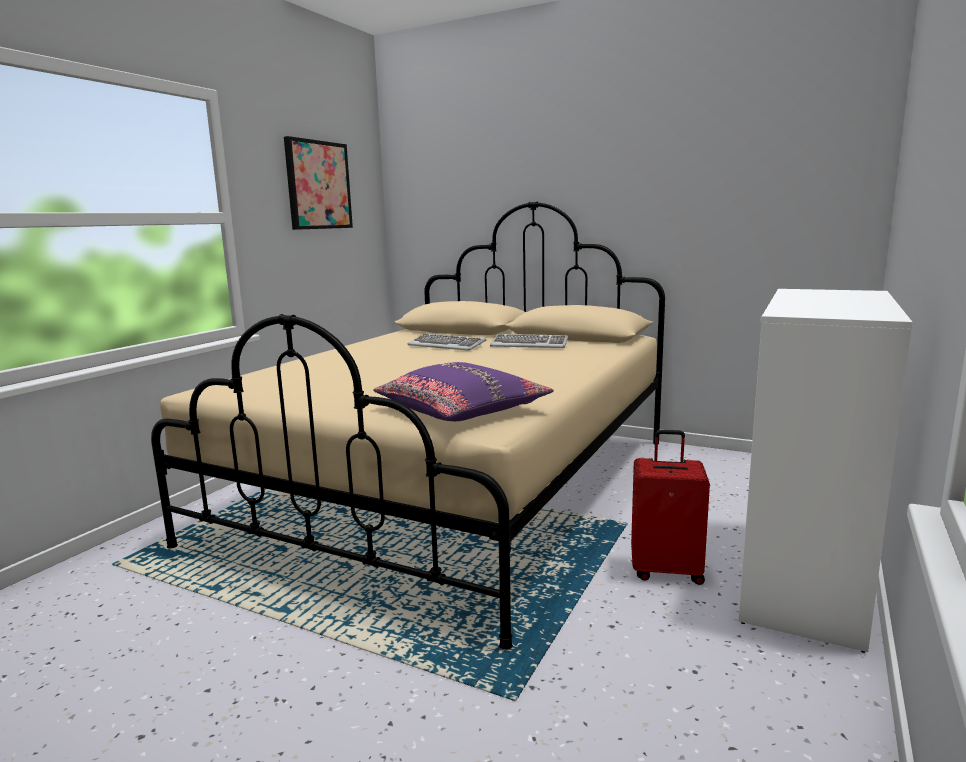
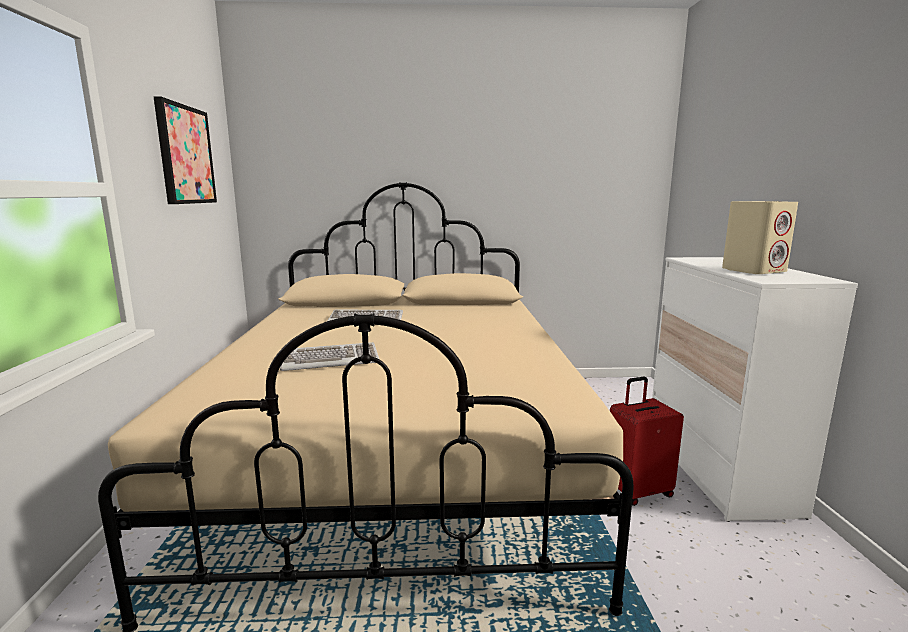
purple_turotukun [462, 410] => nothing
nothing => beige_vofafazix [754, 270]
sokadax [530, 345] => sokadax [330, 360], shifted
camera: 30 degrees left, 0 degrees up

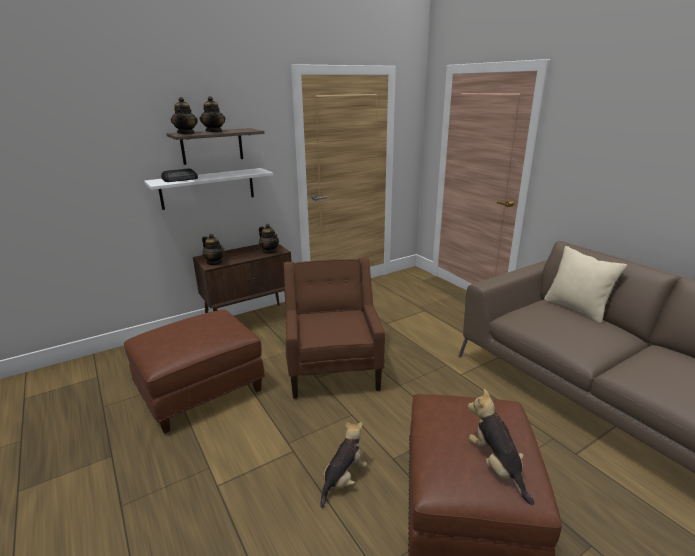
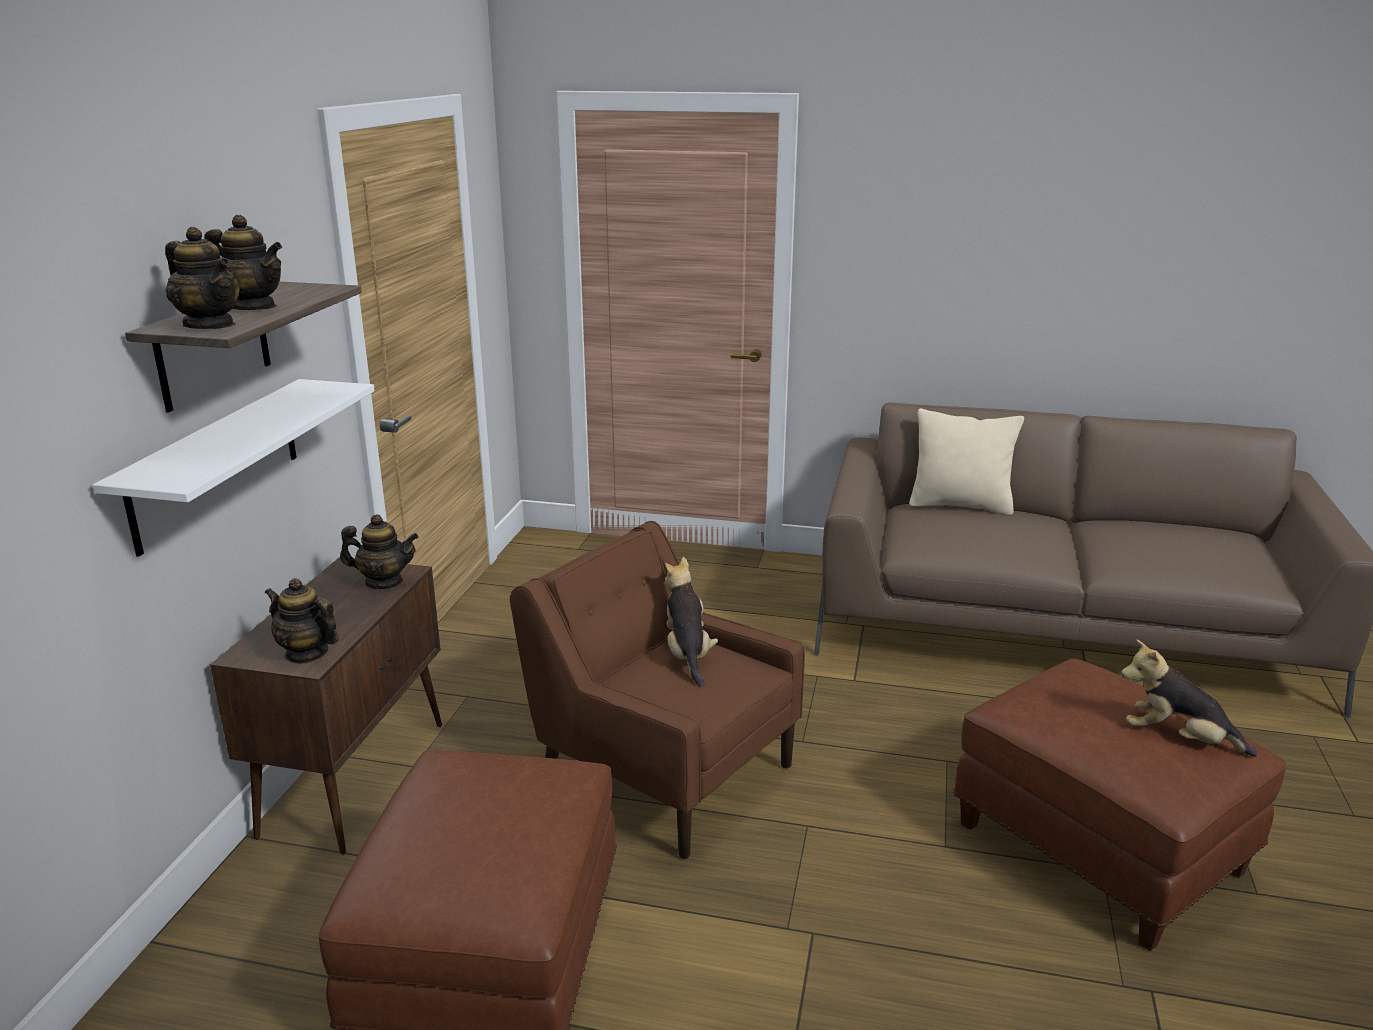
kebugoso [181, 179] => nothing
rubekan [343, 479] => rubekan [687, 654], shifted
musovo [215, 262] => musovo [306, 653], 150 degrees counterclockwise
camera: 45 degrees left, 0 degrees up

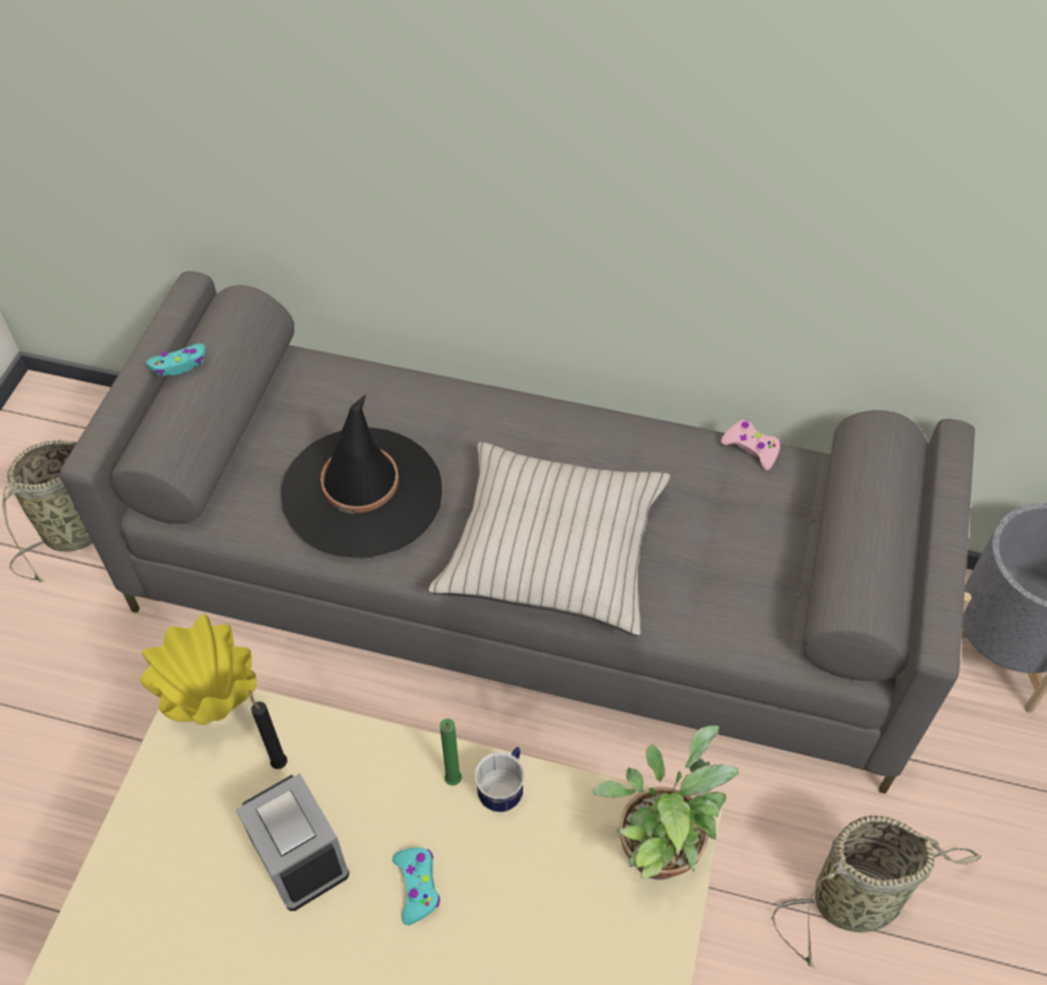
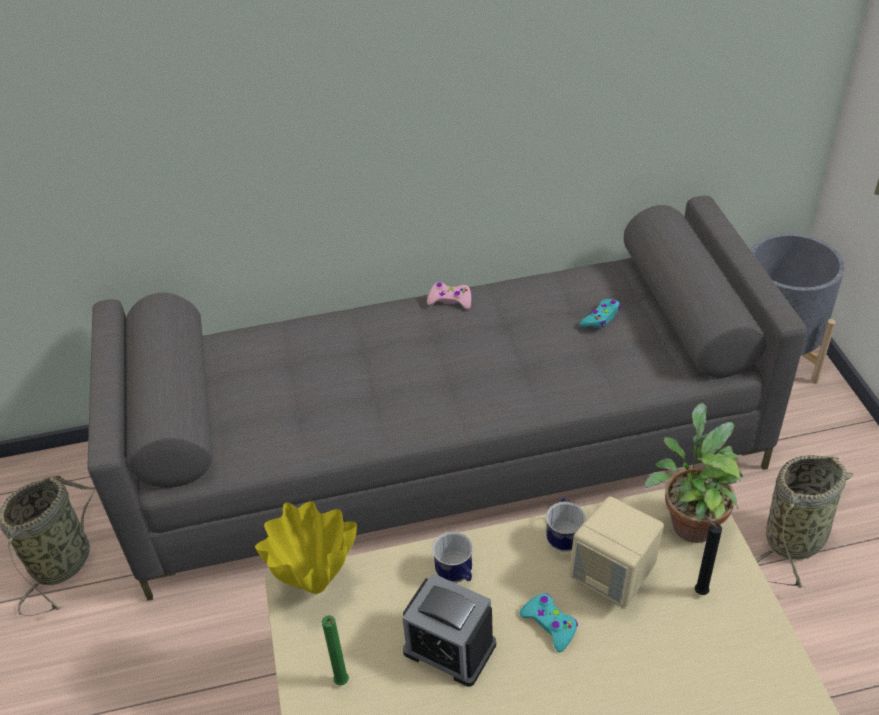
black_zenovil [363, 492] => nothing
beige_turotukun [553, 549] => nothing
nothing => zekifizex [457, 576]
nothing => beige_vofafazix [613, 578]
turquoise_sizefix [179, 365] => turquoise_sizefix [601, 318], shifted
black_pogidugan [278, 761] => black_pogidugan [698, 591], shifted
green_pogidugan [453, 783] => green_pogidugan [342, 684], shifted
pink_sizefix [751, 448] => pink_sizefix [450, 300], shifted
camera: 25 degrees left, 10 degrees down

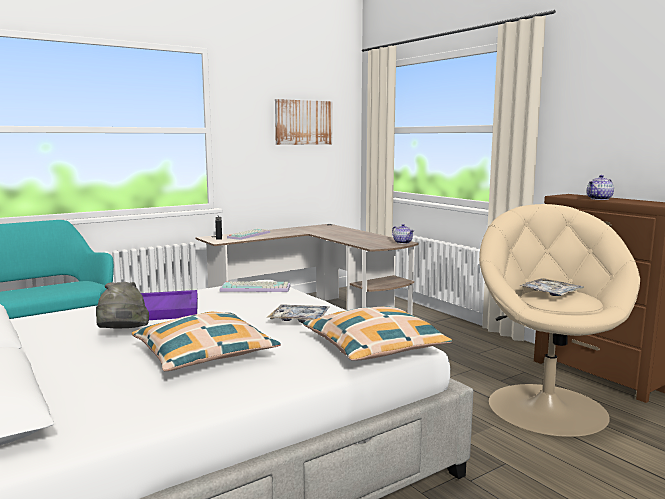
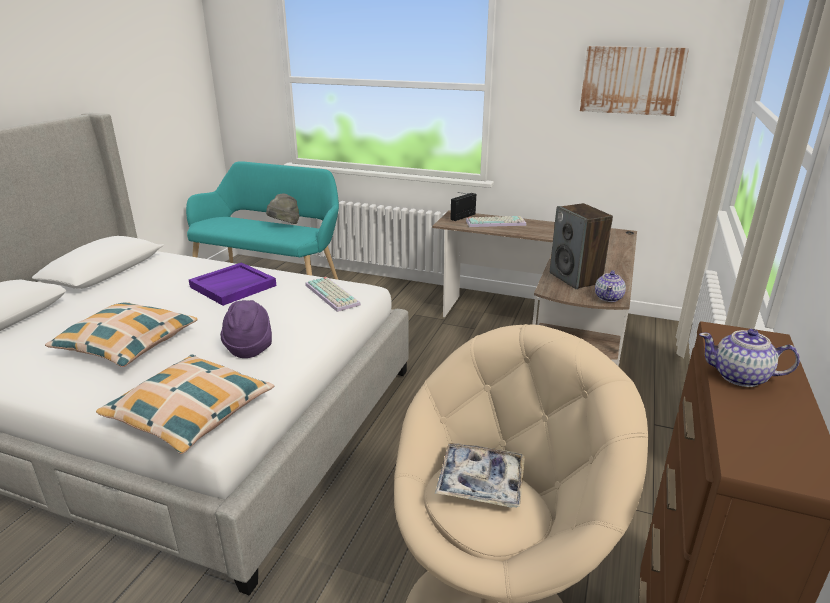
nothing => vofafazix [576, 278]
grey_zenovil [122, 334] => grey_zenovil [284, 225], shifted
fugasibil [299, 319] => purple_zenovil [249, 348]
camera: 55 degrees right, 15 degrees up

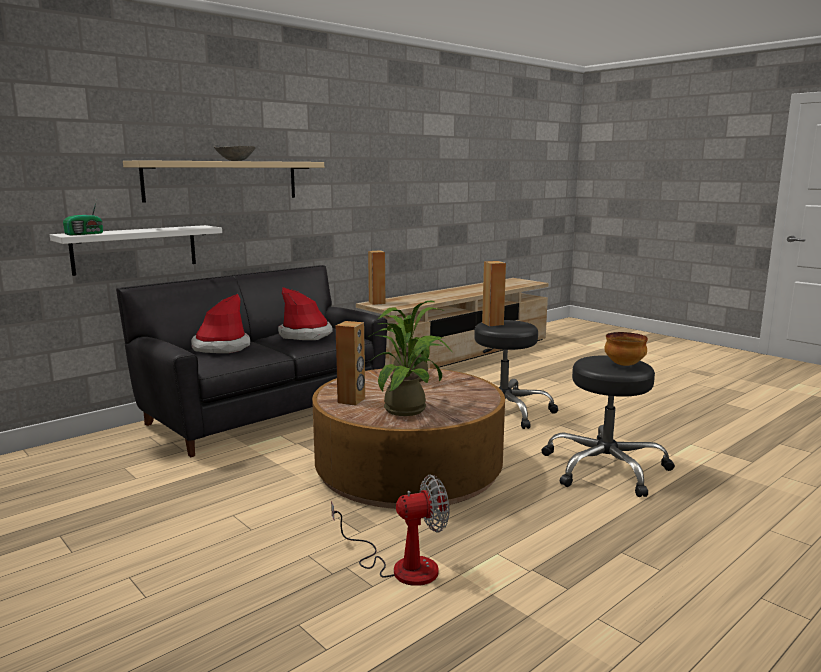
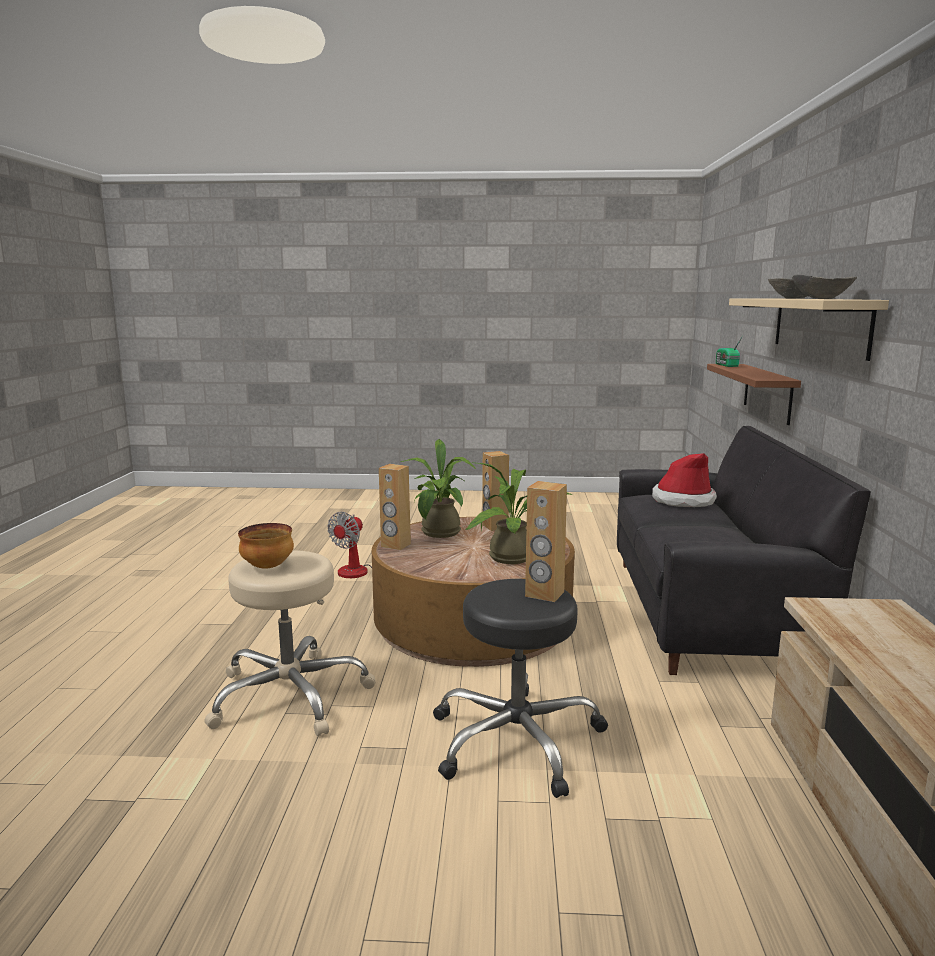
zenovil [305, 335] => nothing
nothing => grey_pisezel [820, 299]
brown_vofafazix [377, 302] => brown_vofafazix [395, 545], shifted
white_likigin [135, 249] => brown_likigin [767, 392]
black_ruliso [604, 468] => beige_ruliso [290, 695]
camera: 135 degrees right, 0 degrees up

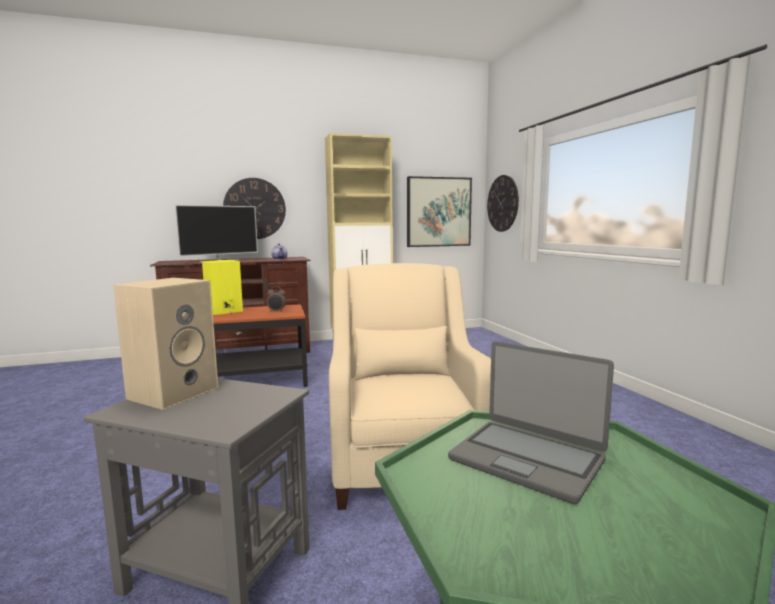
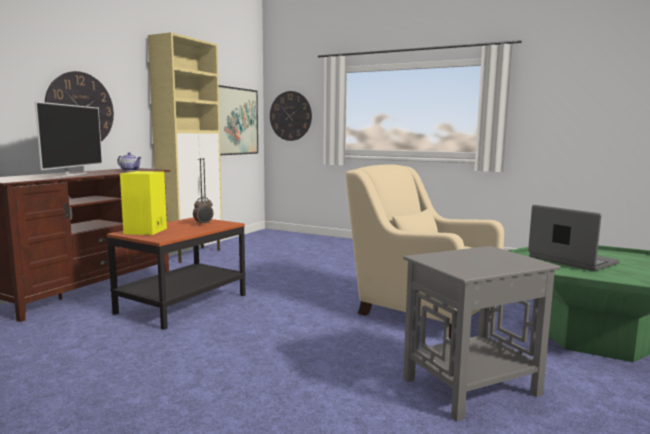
beige_vofafazix [174, 392] => nothing
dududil [527, 459] => dududil [571, 260], 120 degrees counterclockwise
camera: 45 degrees left, 0 degrees up

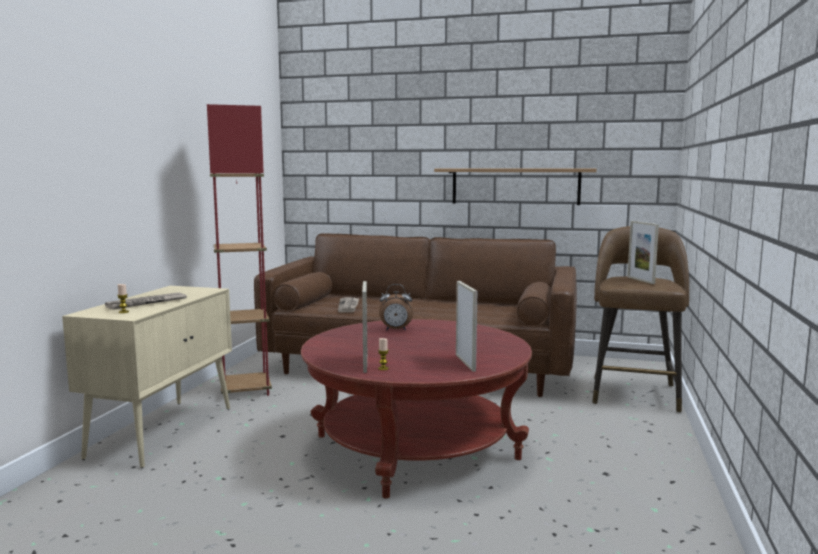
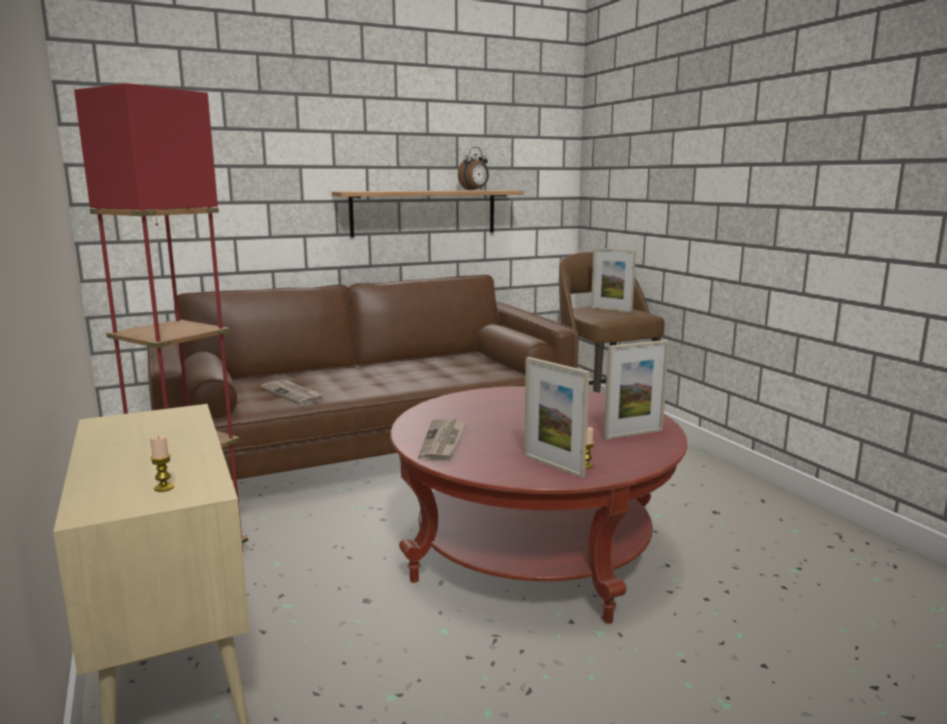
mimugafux [146, 303] => mimugafux [443, 442], shifted
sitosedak [396, 330] => sitosedak [474, 190], shifted
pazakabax [465, 362] => pazakabax [633, 434], 120 degrees clockwise
camera: 40 degrees left, 5 degrees up

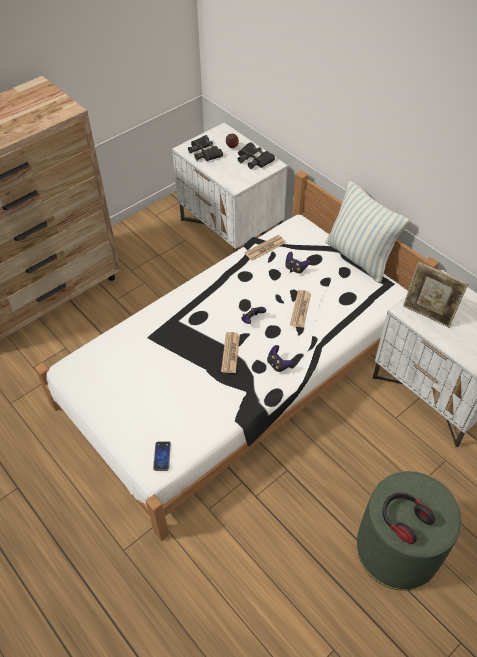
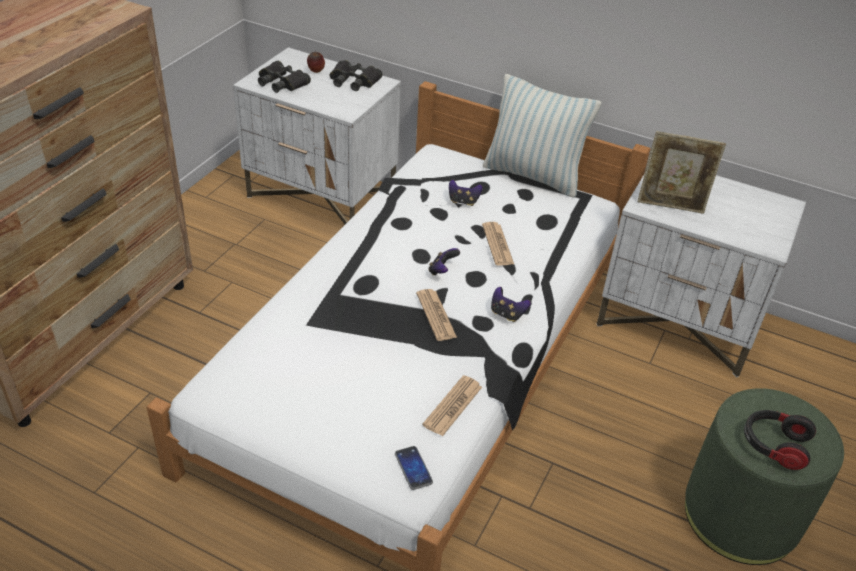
mimugafux [265, 248] => mimugafux [452, 406], shifted
camera: 25 degrees left, 10 degrees down

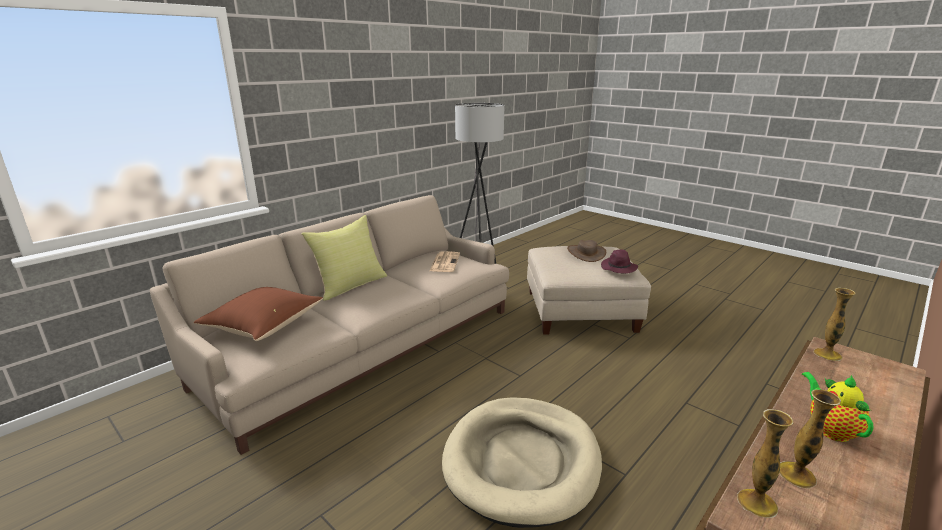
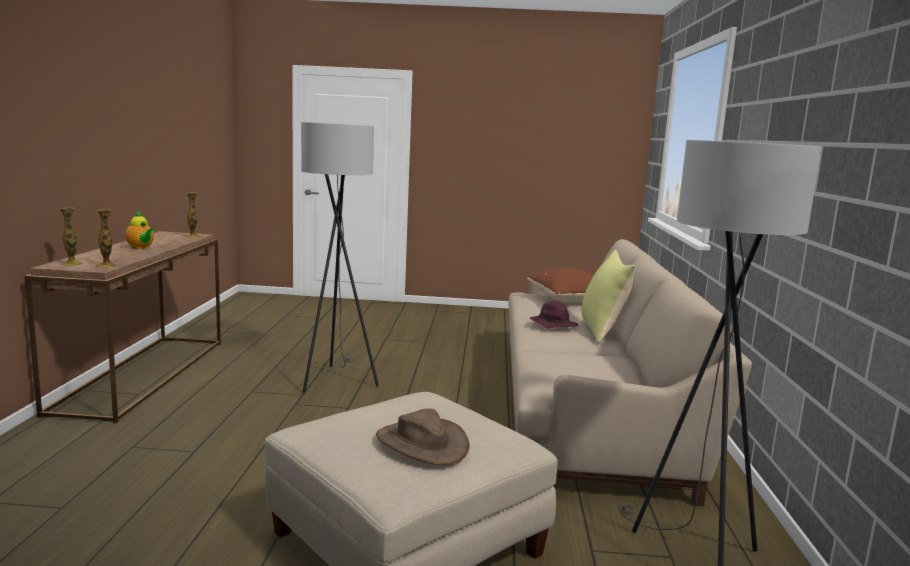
mimugafux [444, 262] => nothing
purple_zenovil [619, 268] => purple_zenovil [552, 325], shifted
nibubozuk [796, 474] => nibubozuk [72, 264], shifted
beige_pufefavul [522, 461] => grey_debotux [335, 379]
camera: 140 degrees right, 10 degrees down

